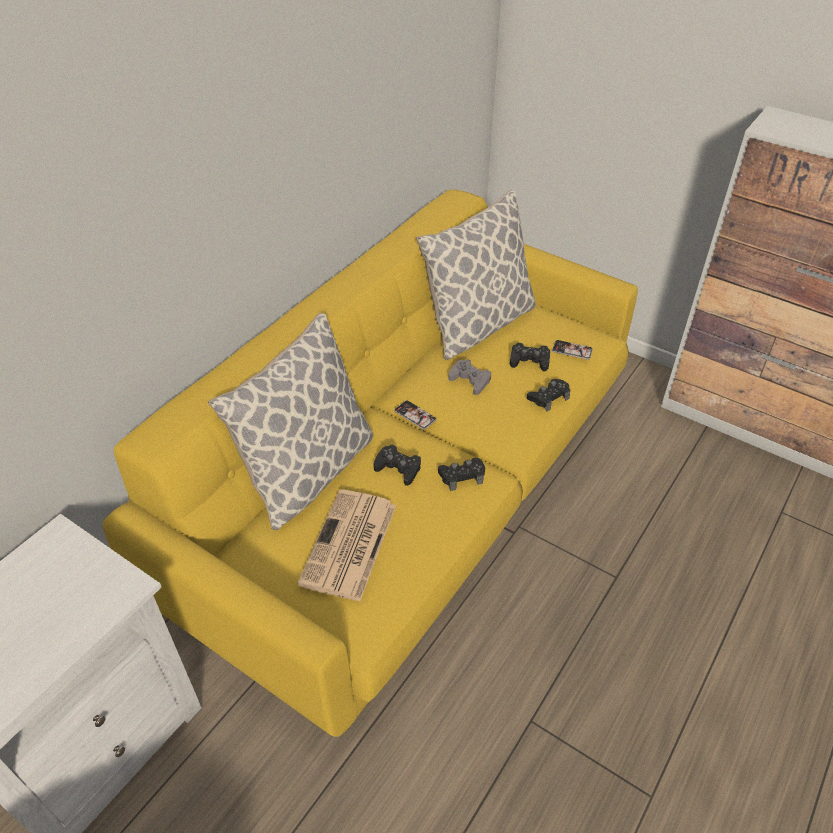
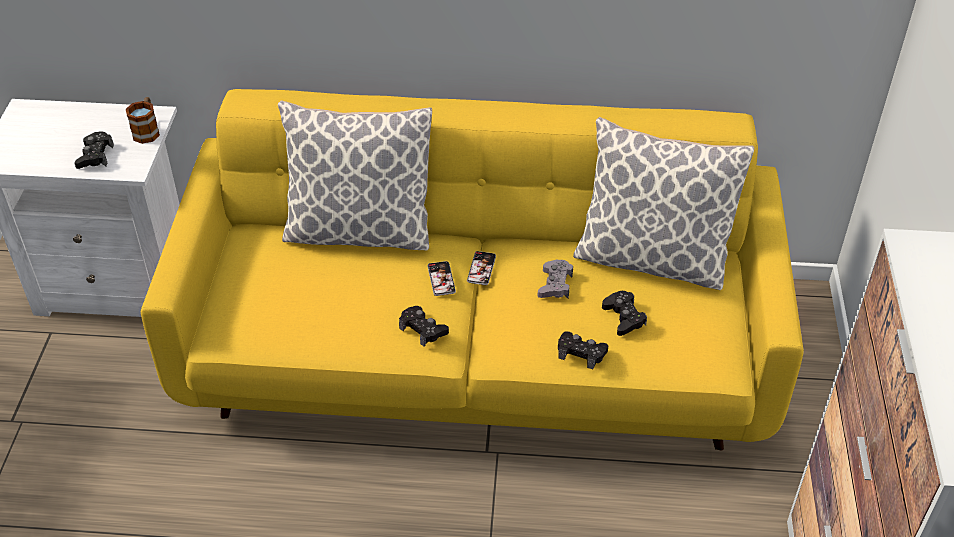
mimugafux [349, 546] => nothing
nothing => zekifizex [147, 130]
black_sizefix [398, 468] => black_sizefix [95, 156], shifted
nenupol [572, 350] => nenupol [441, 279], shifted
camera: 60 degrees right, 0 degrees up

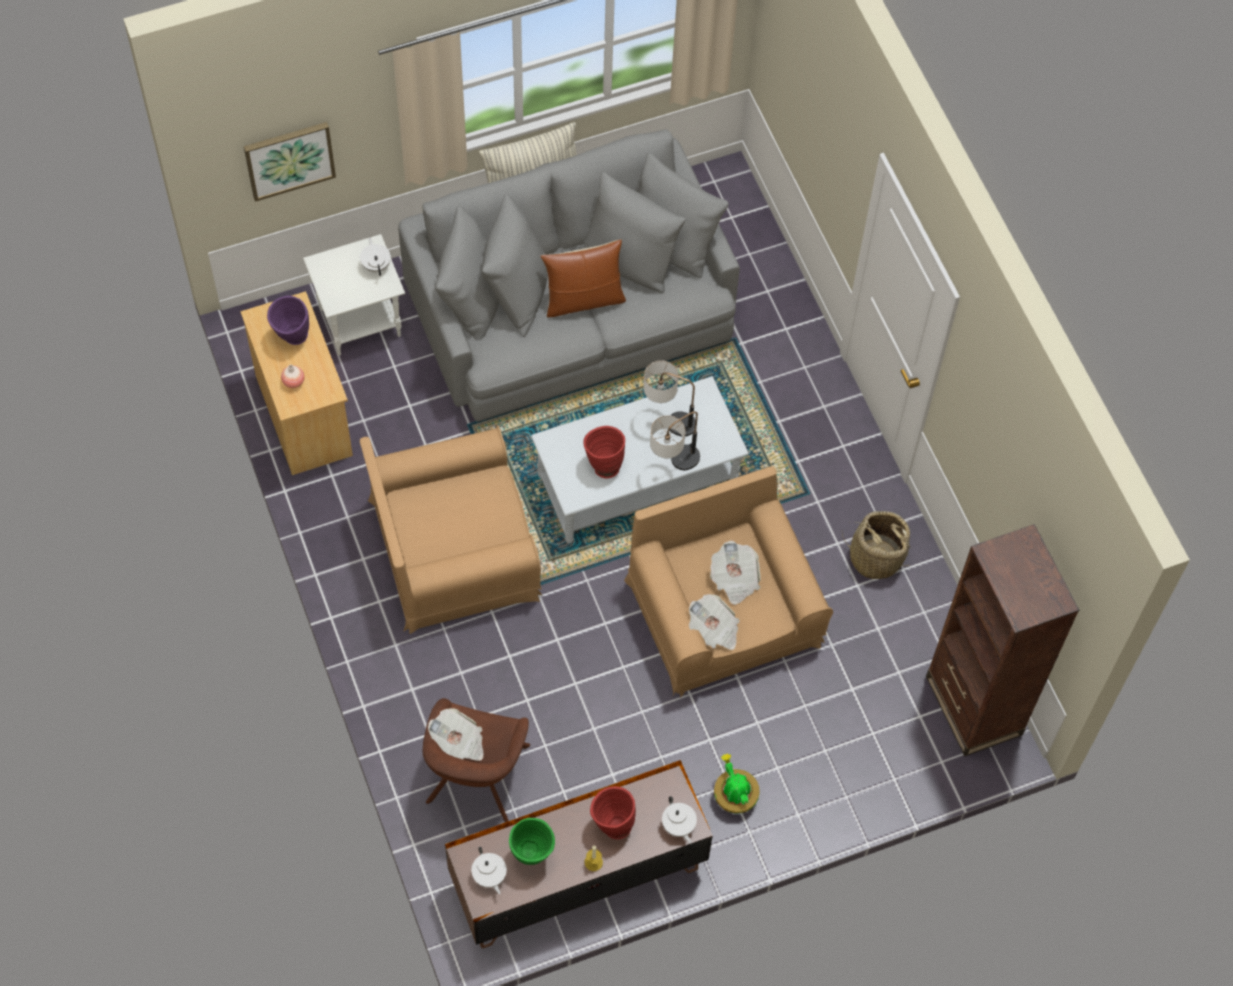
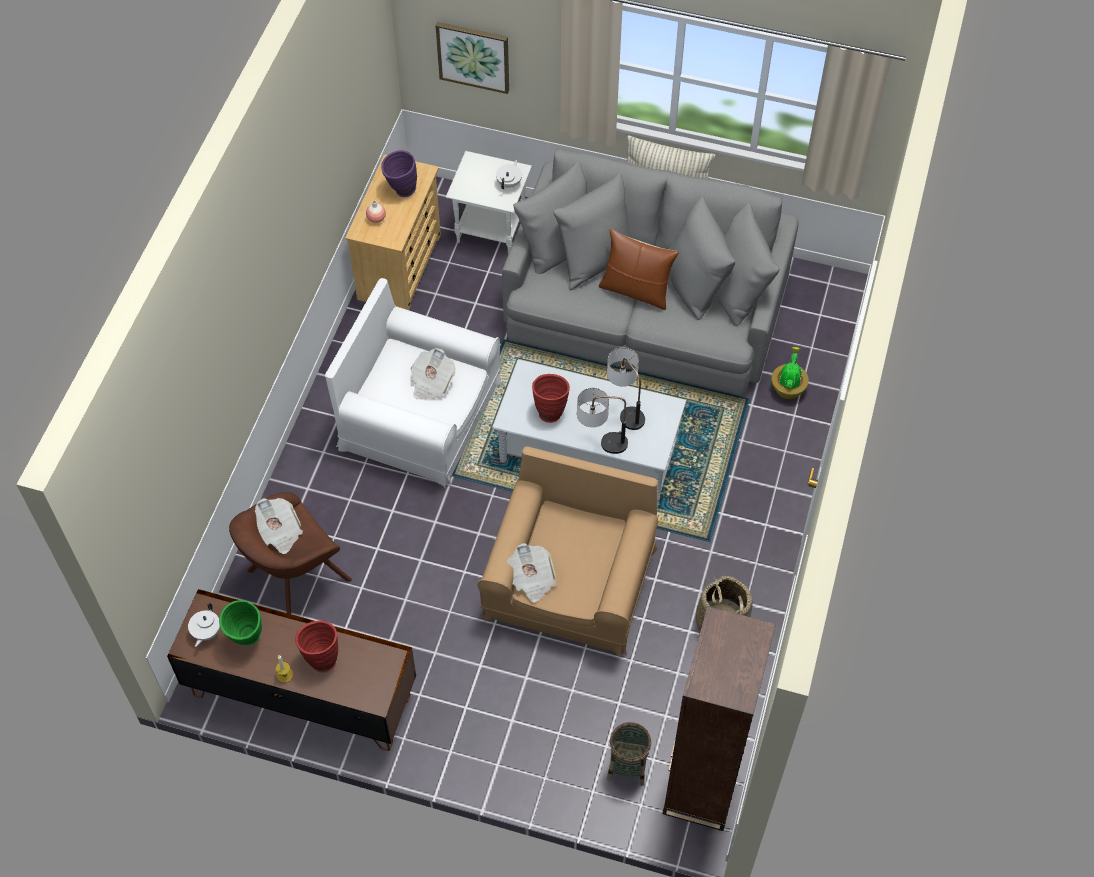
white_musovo [678, 826] => nothing
nothing => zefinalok [627, 766]
mimugafux [734, 579] => mimugafux [431, 383], shifted
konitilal [734, 796] => konitilal [788, 388], shifted
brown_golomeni [454, 548] => white_golomeni [420, 415]
camera: 40 degrees right, 5 degrees down

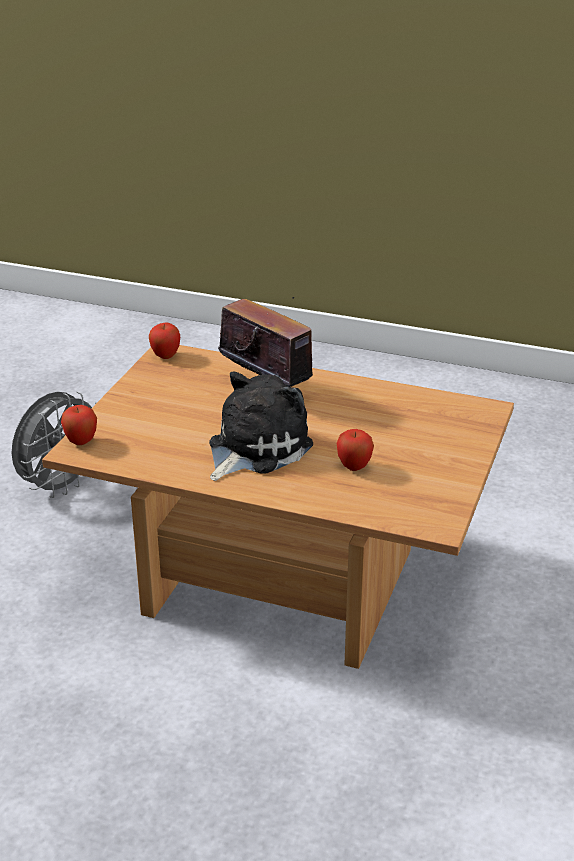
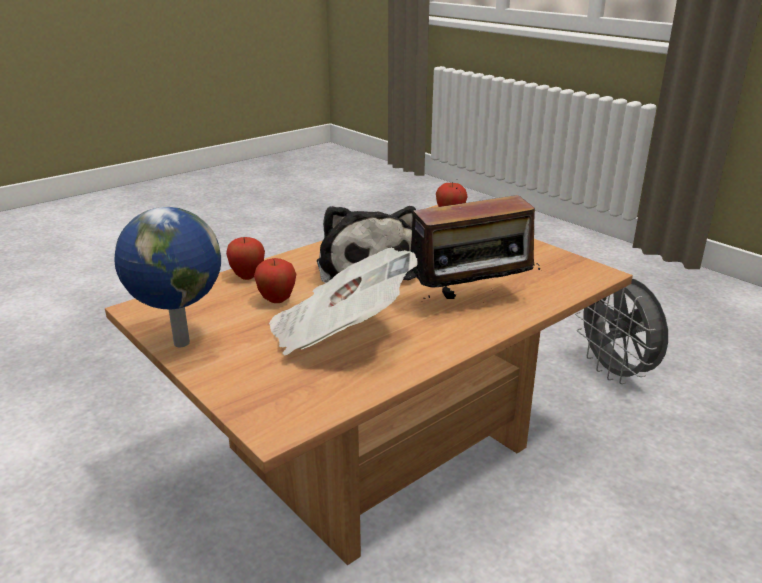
nothing => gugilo [179, 343]
nothing => mimugafux [338, 334]
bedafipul [165, 356] => bedafipul [248, 276], shifted
camera: 120 degrees right, 5 degrees down

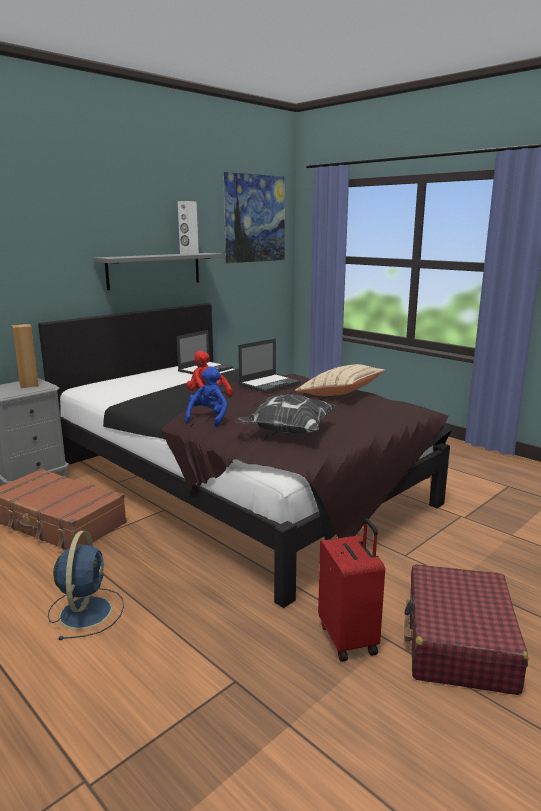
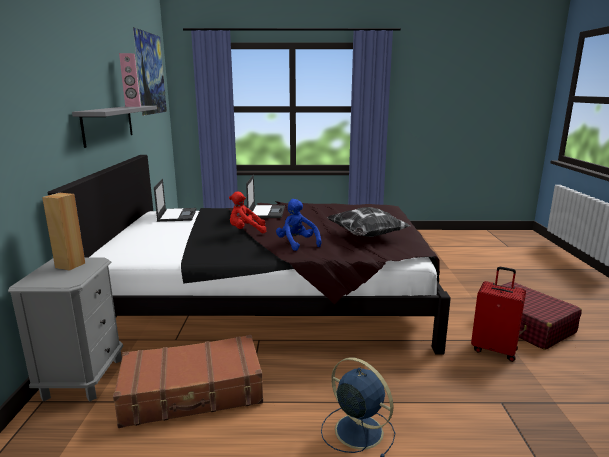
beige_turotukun [339, 394] => nothing
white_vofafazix [189, 253] => pink_vofafazix [133, 106]
camera: 45 degrees left, 0 degrees up

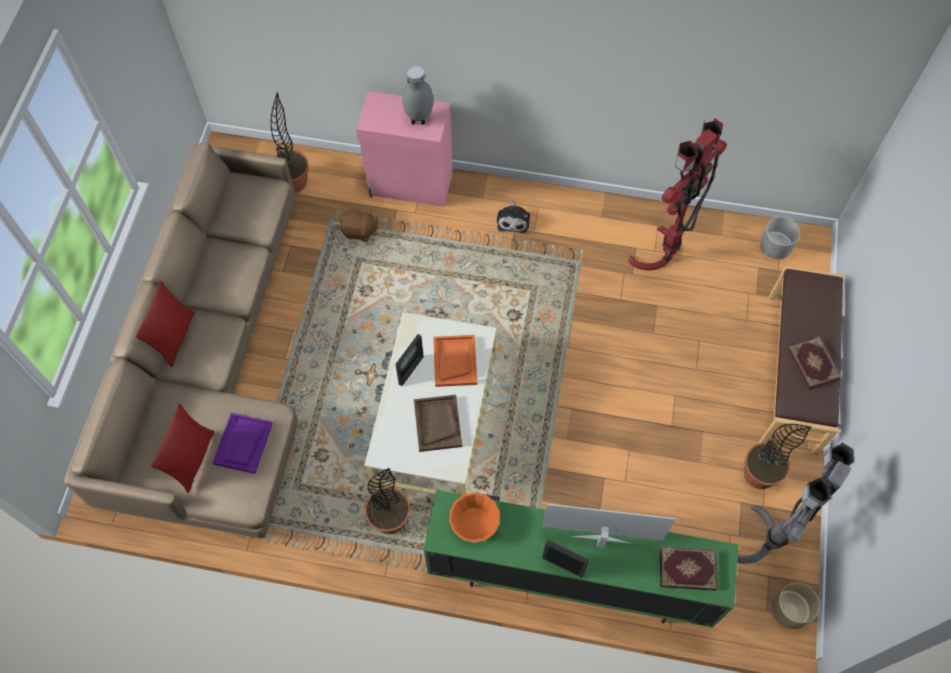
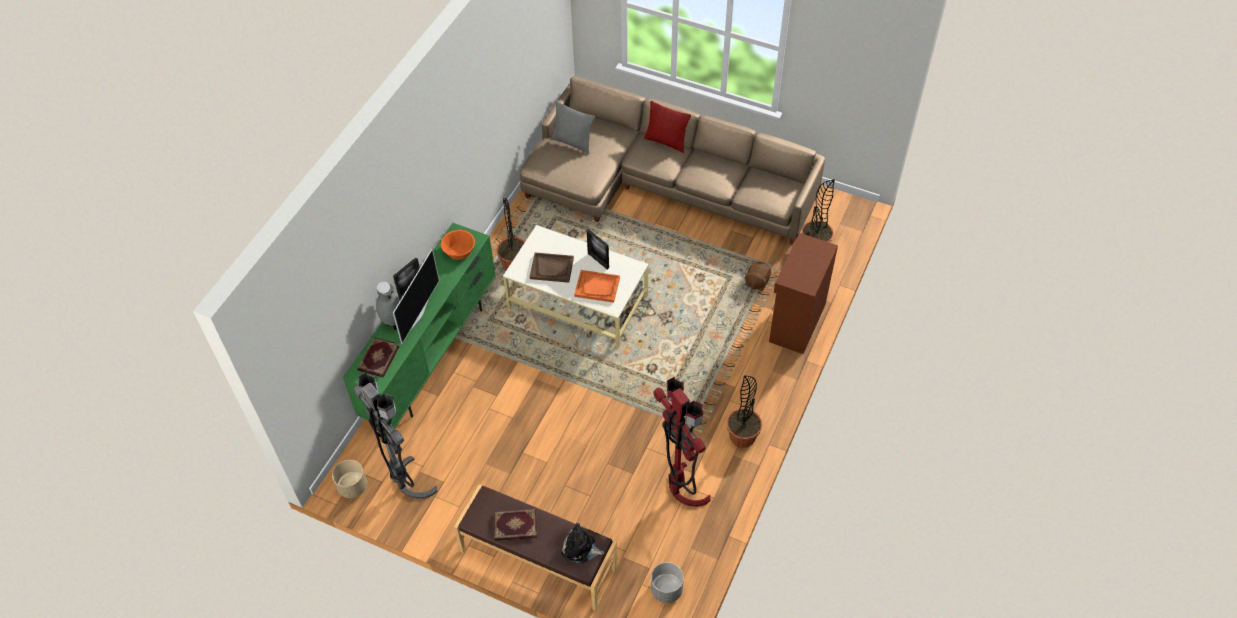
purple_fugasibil [243, 444] => nothing
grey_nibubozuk [419, 120] => grey_nibubozuk [393, 324], shifted
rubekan [513, 220] => rubekan [580, 548], shifted
konitilal [759, 474] => konitilal [742, 436], shifted
red_turotukun [193, 459] => grey_turotukun [573, 142]
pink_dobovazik [410, 185] => brown_dobovazik [796, 323]
camera: 105 degrees right, 10 degrees down

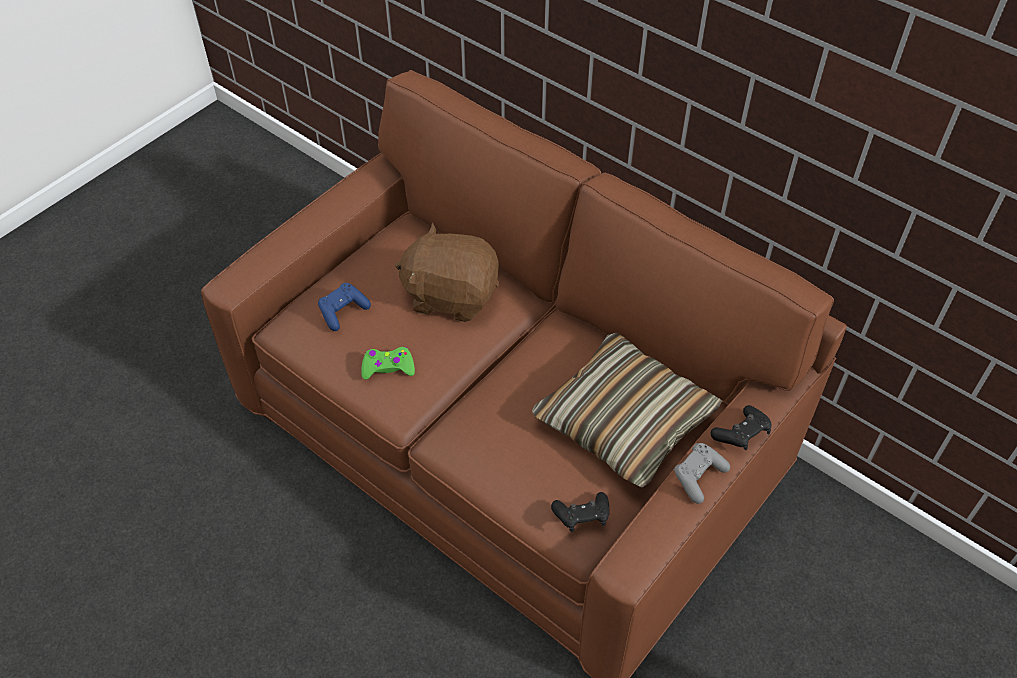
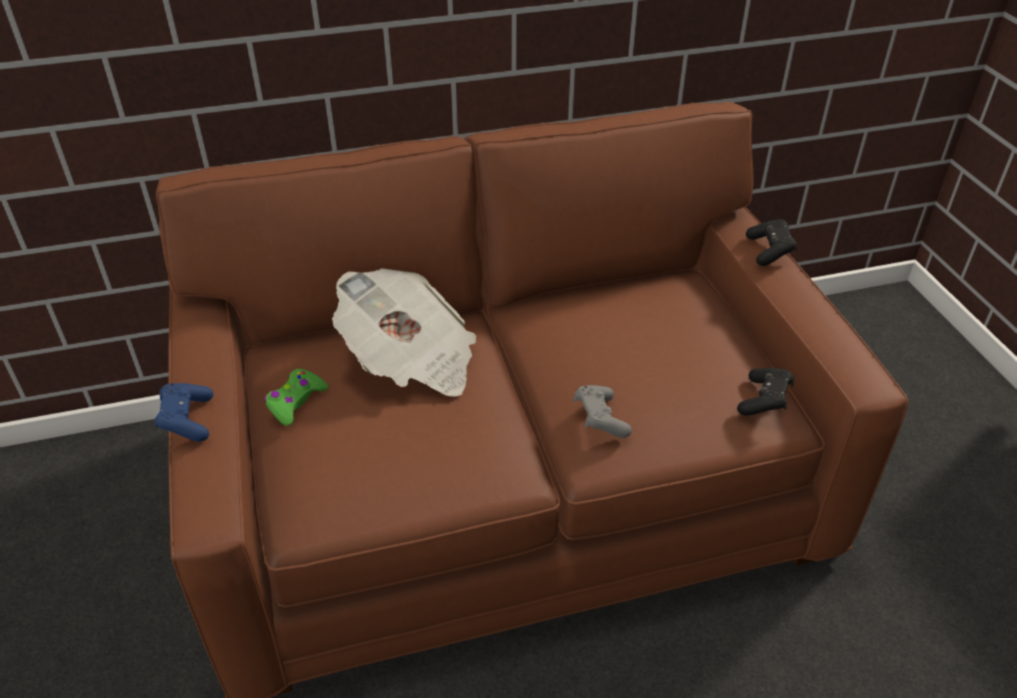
turotukun [624, 420] => nothing
blue_sizefix [343, 312] => blue_sizefix [187, 421], shifted
green_sizefix [388, 367] => green_sizefix [295, 402], shifted
grey_sizefix [698, 477] => grey_sizefix [600, 420], shifted
brown_rubekan [451, 295] => mimugafux [411, 360]
camera: 55 degrees left, 10 degrees down

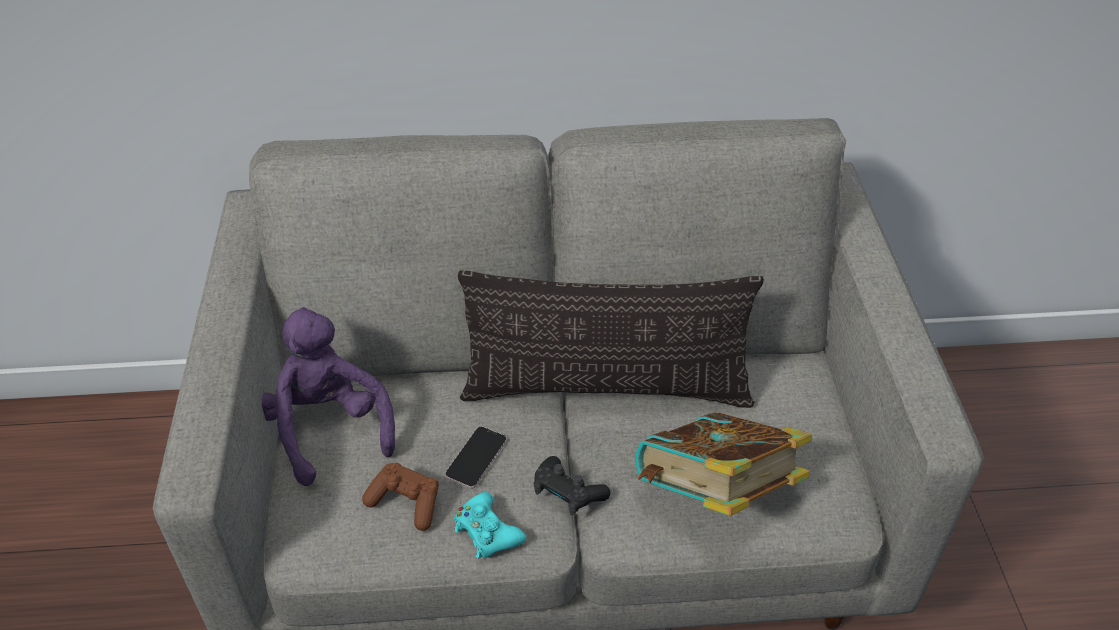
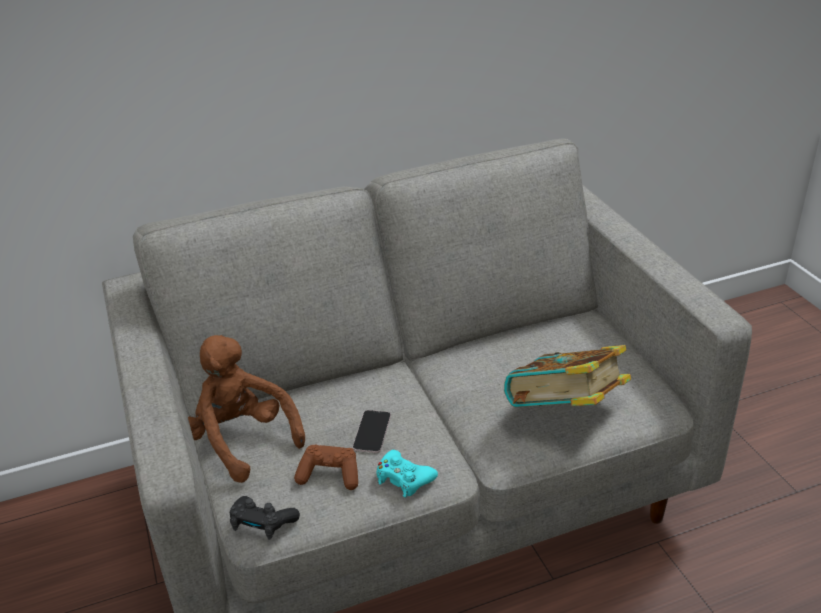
turotukun [606, 388] => nothing
black_sizefix [567, 493] => black_sizefix [262, 524], shifted
purple_rubekan [328, 428] => brown_rubekan [241, 440]
camera: 15 degrees left, 10 degrees down

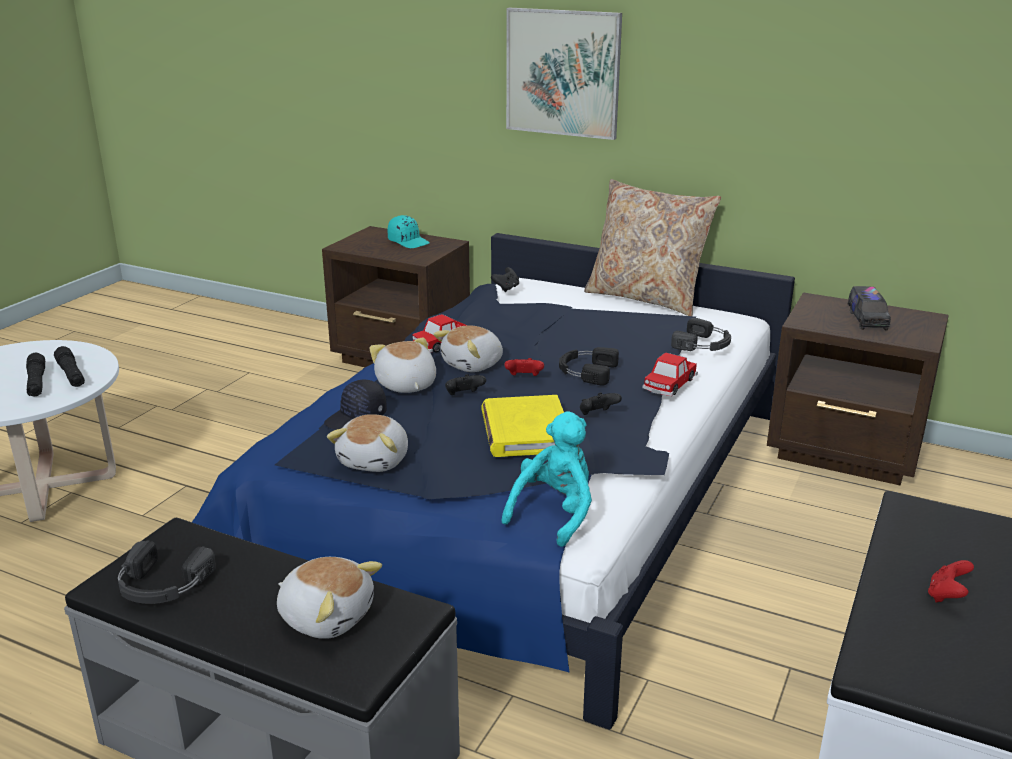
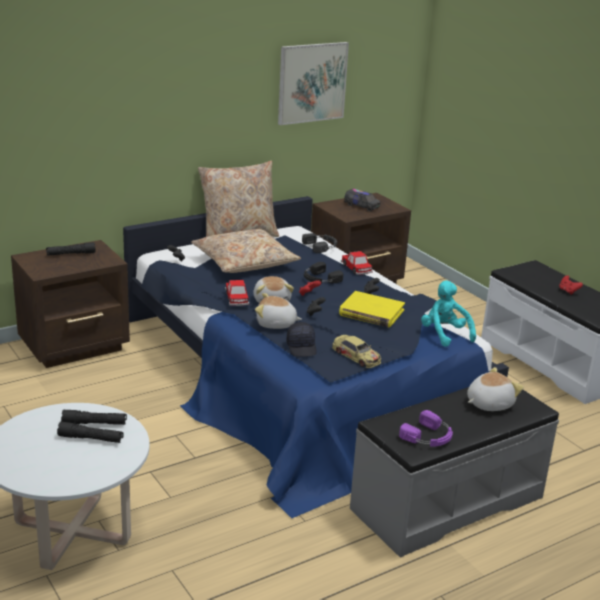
nothing => beige_turotukun [244, 262]
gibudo [562, 73] => gibudo [312, 82], shifted
rubekan [375, 460] => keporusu [356, 356]
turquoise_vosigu [409, 242] => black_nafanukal [71, 254]
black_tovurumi [161, 585] => purple_tovurumi [429, 437]
camera: 60 degrees left, 0 degrees up

